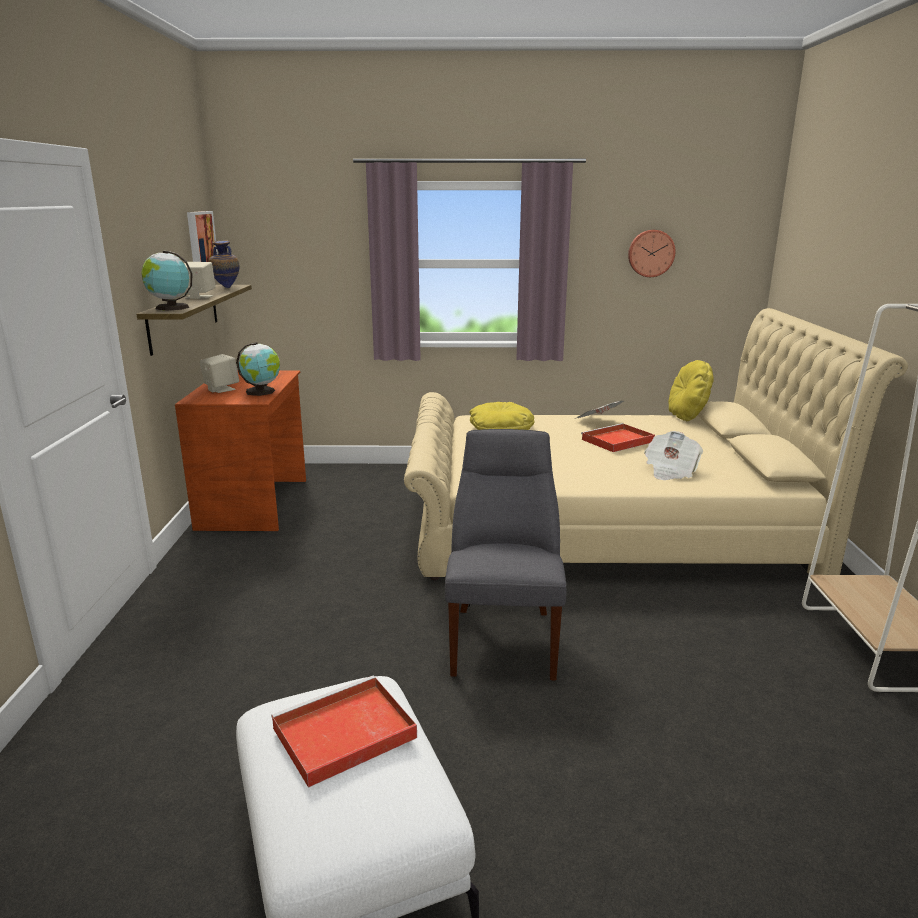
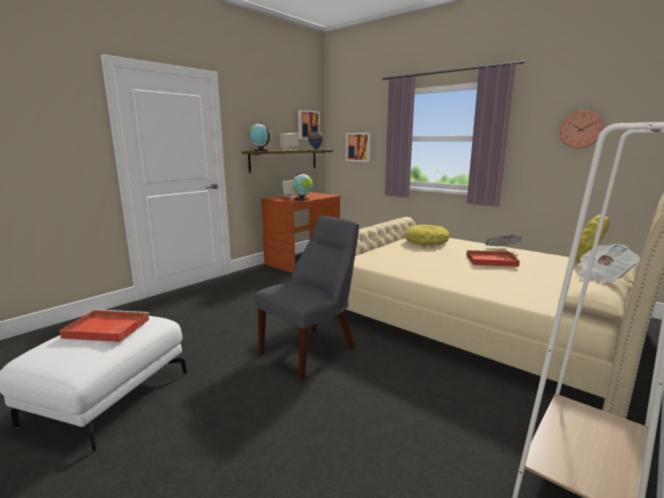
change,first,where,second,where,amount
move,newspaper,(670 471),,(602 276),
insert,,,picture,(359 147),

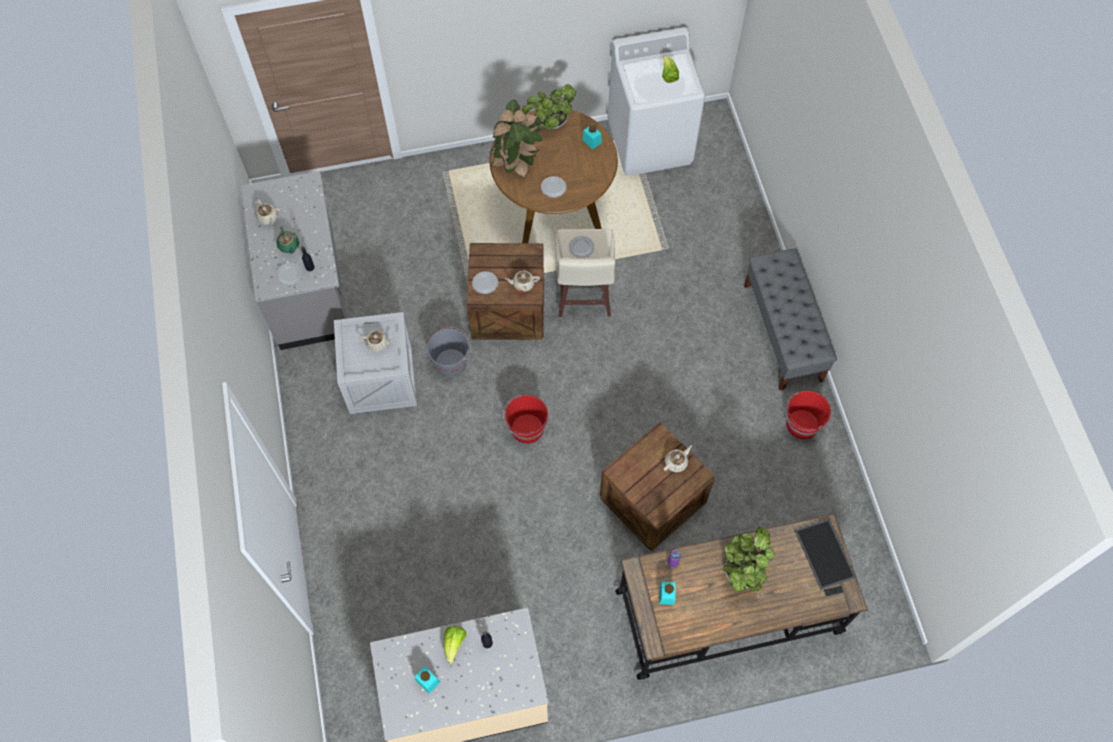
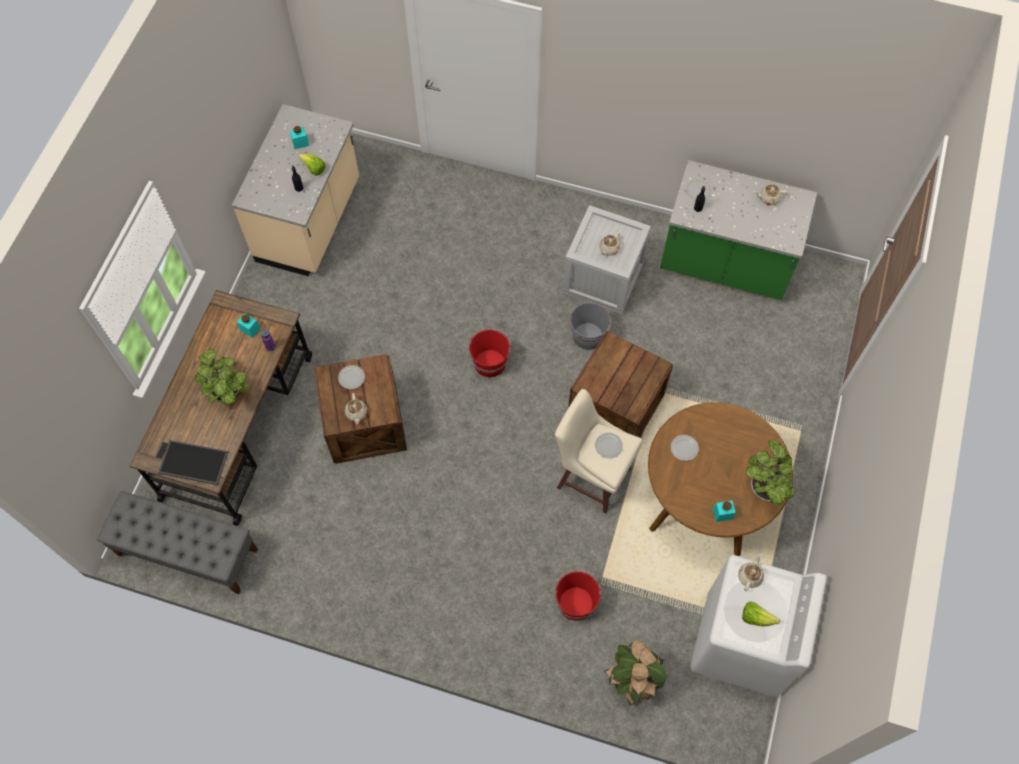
change,first,where,second,where,amount
recolor,counter (grey),(309 288),counter (green),(725 264),
delete,teapot (green),(289 246),,,
move,plate,(485 283),,(352 378),
move,potted plant,(517 163),,(632 680),
move,teapot (beige),(523 284),,(750 576),
move,bench (grey),(783 332),,(187 552),
move,bucket (red),(801 424),,(575 602),

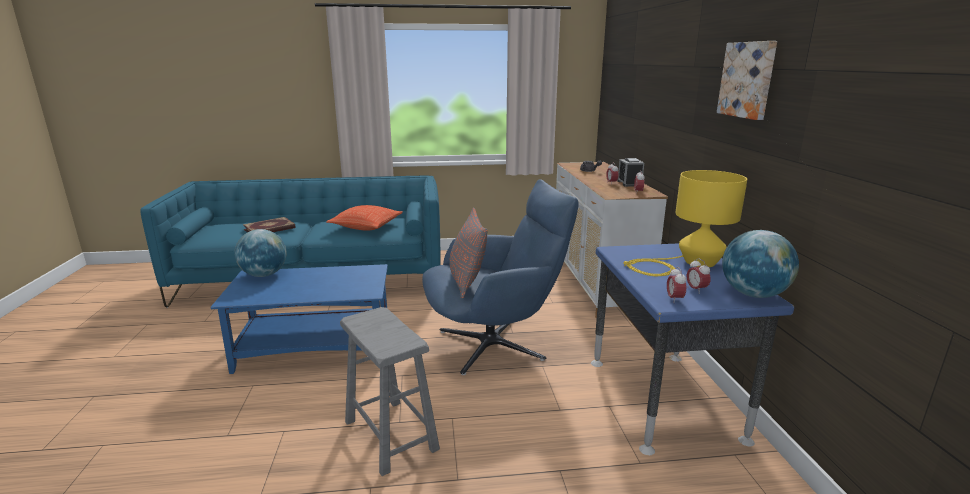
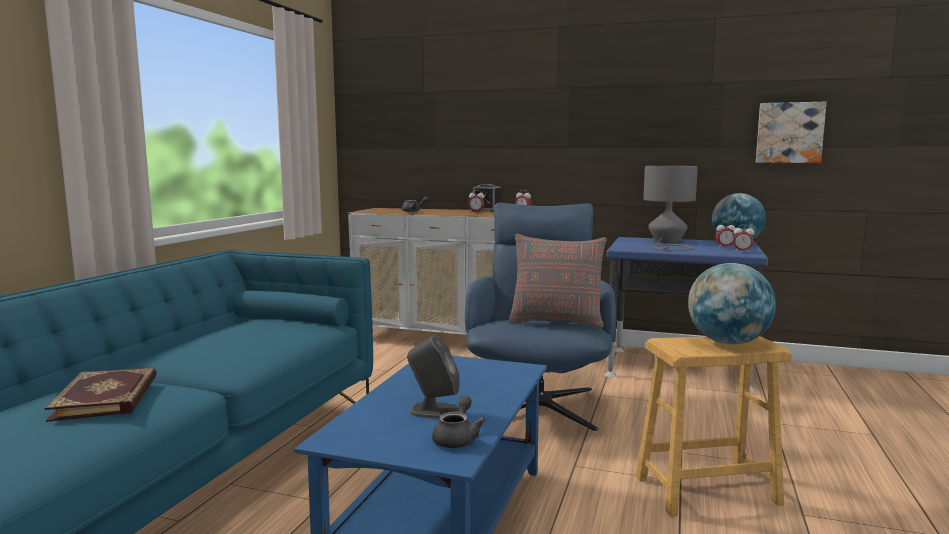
change,first,where,second,where,amount
move,globe,(264 275),,(727 342),
delete,pillow (orange),(367 226),,,
recolor,stool (grey),(391 435),stool (brown),(706 490),
recolor,table lamp (yellow),(681 264),table lamp (grey),(668 243),
move,picture,(748 80),,(789 133),
insert,,,speaker (grey),(434 411),
insert,,,teapot (grey),(457 438),

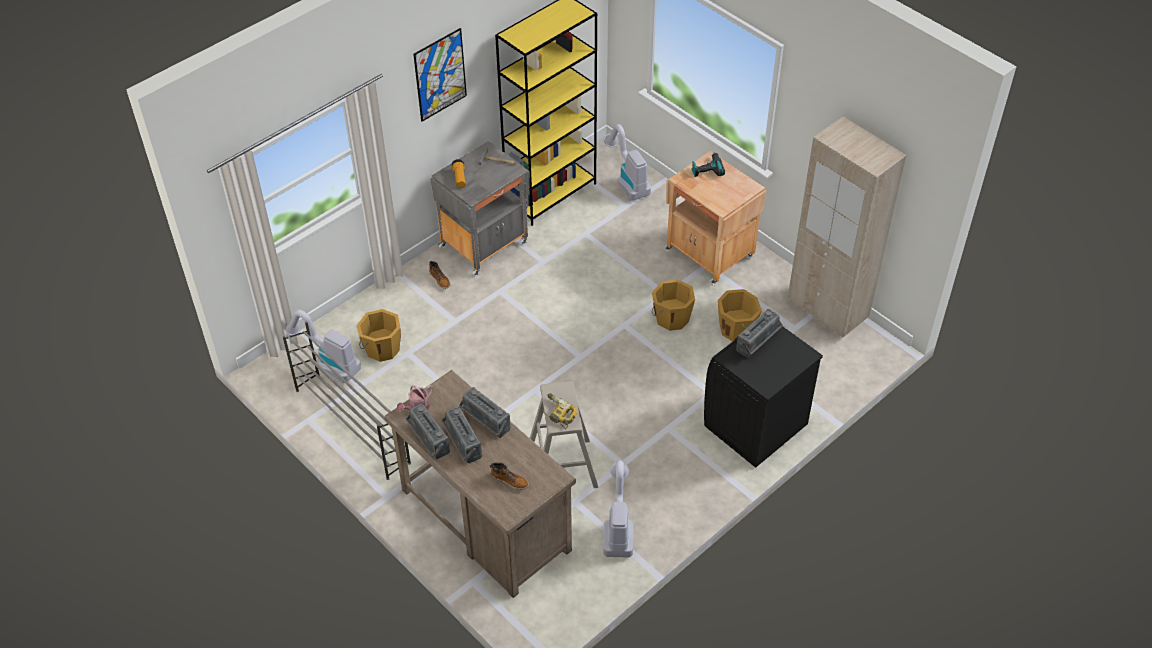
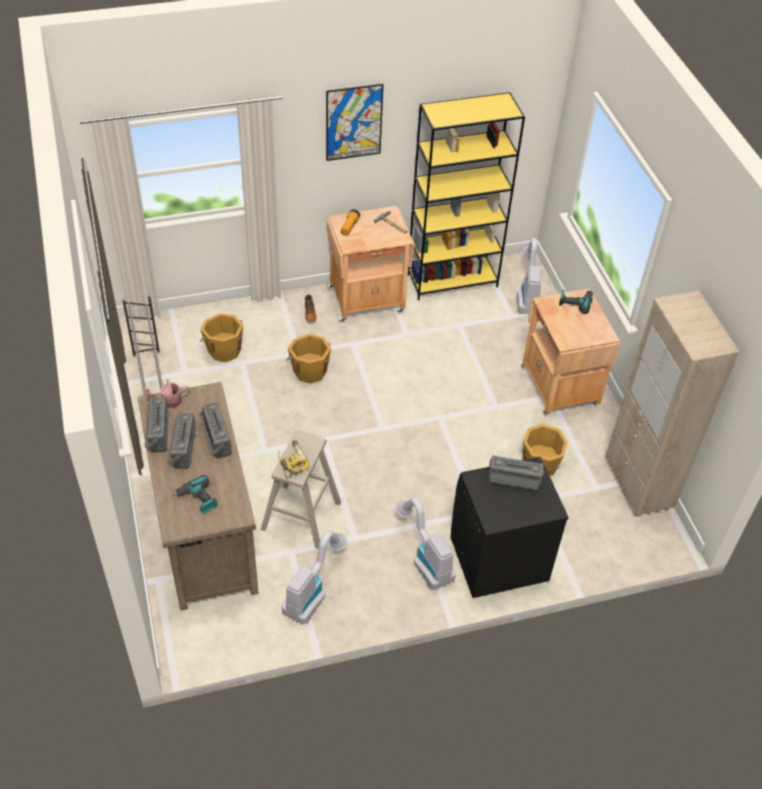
change,first,where,second,where,amount
move,vacuum cleaner,(328 363),,(425 559),
recolor,cart (grey),(485 244),cart (brown),(367 300),
replace,boot,(509 480),power drill,(197 499),
move,bucket (orange),(671 318),,(309 371),
rotate,radio,(759 342),,(514 478),150 degrees counterclockwise

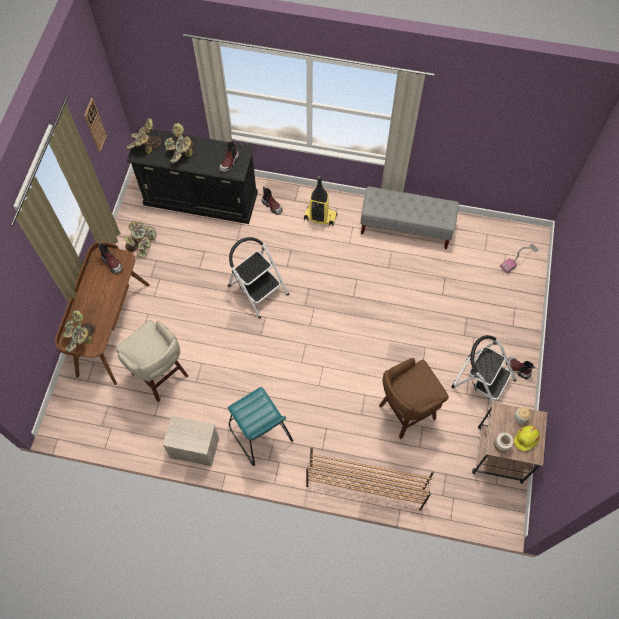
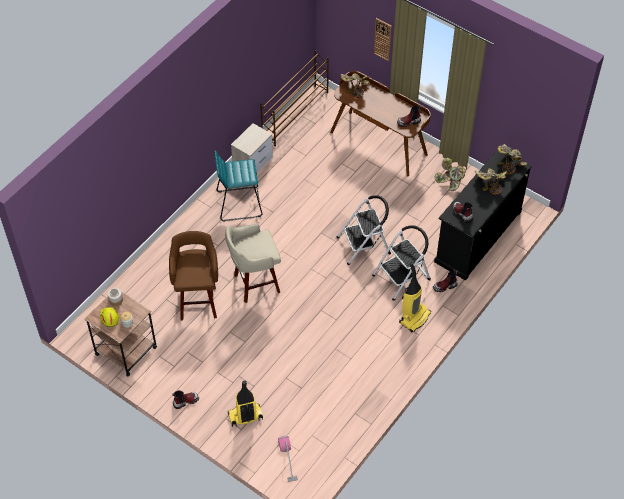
change,first,where,second,where,amount
move,wall clock,(94 125),,(383 39),
move,stool (beige),(161 377),,(254 284),
move,shoe rack (brown),(364 487),,(295 115),
delete,bench (grey),(406 228),,,
move,step ladder,(481 382),,(403 277),
insert,,,vacuum cleaner,(245 417),

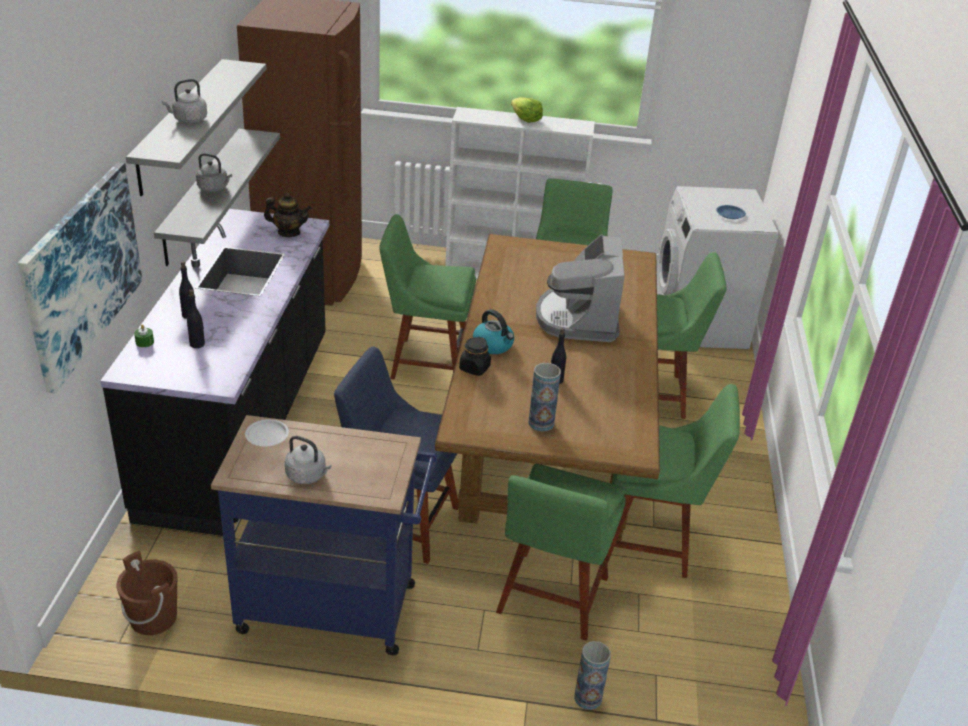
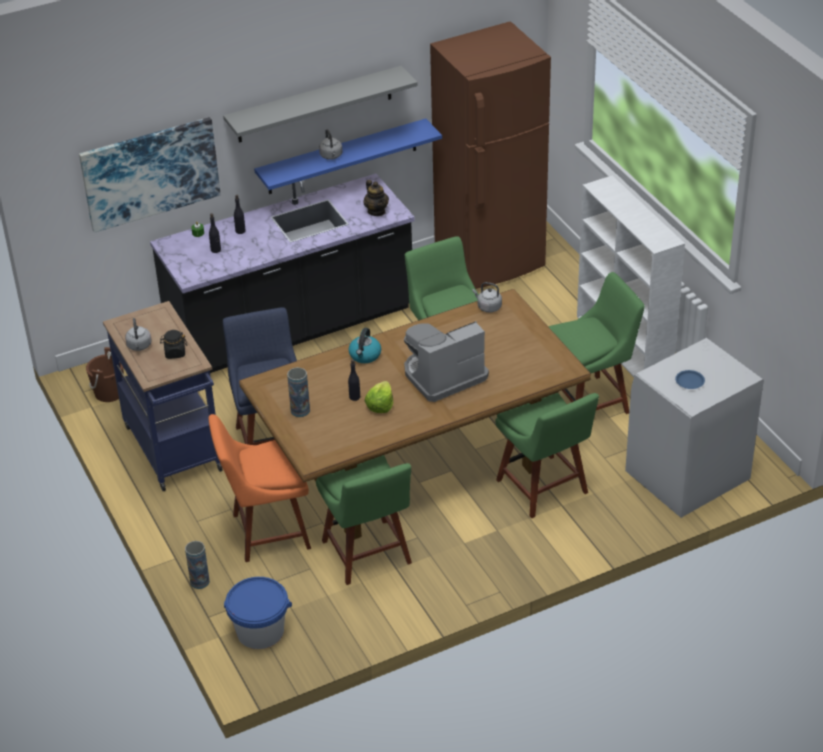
change,first,where,second,where,amount
recolor,shelf (grey),(202 195),shelf (blue),(342 157),
move,kettle (grey),(188 120),,(488 307),
delete,plate (white),(267 436),,,
move,jar (black),(474 368),,(175 353),
recolor,chair (green),(551 599),chair (orange),(266 532),
move,lettuce,(525 119),,(380 405),
insert,,,bucket (blue),(260 631),

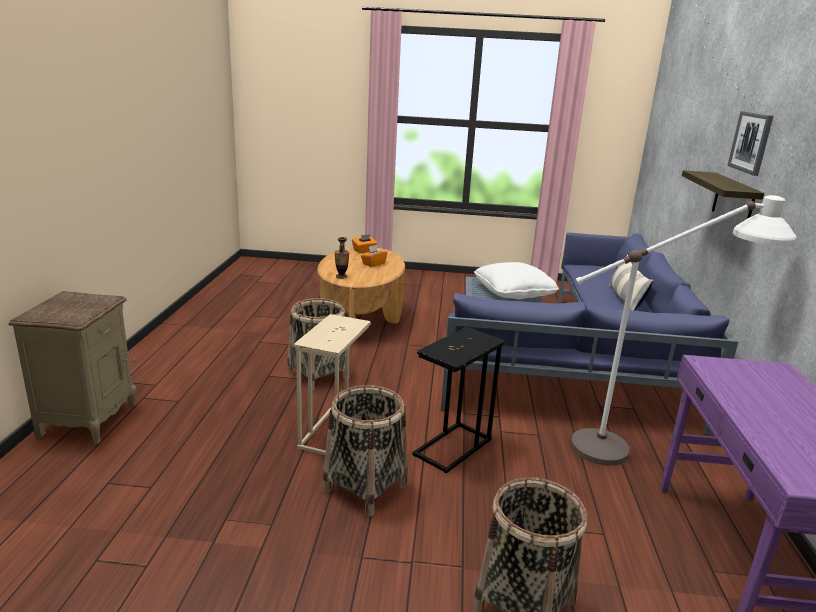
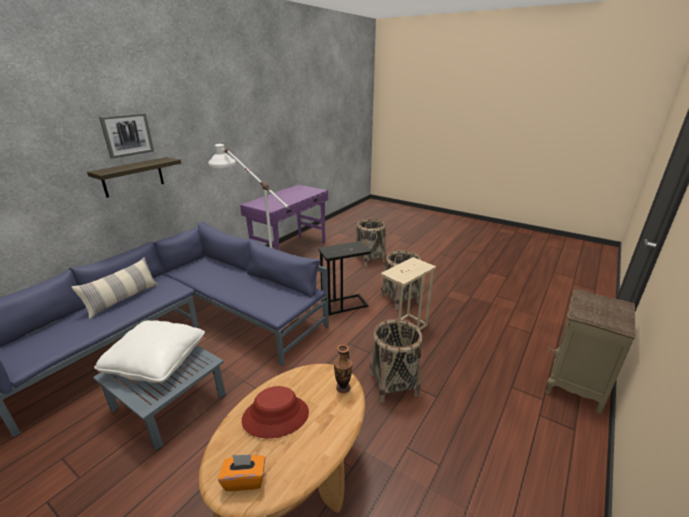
change,first,where,second,where,amount
replace,tissue box (orange),(373 264),hat (red),(275 416),

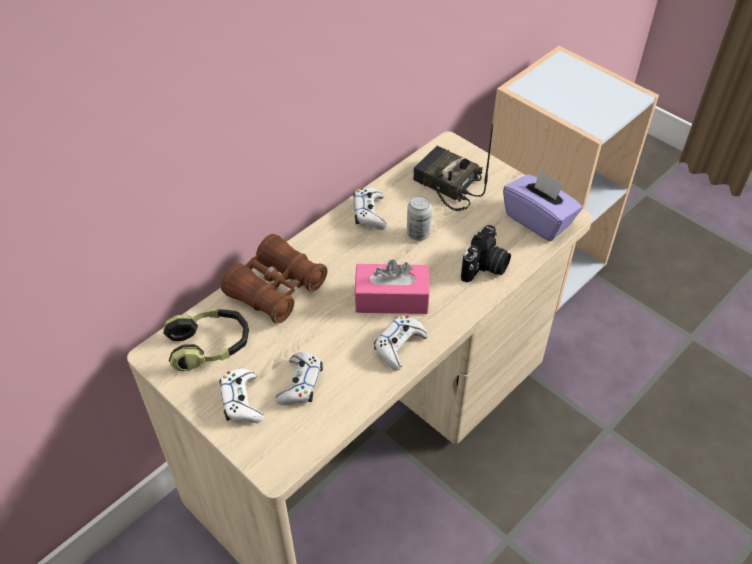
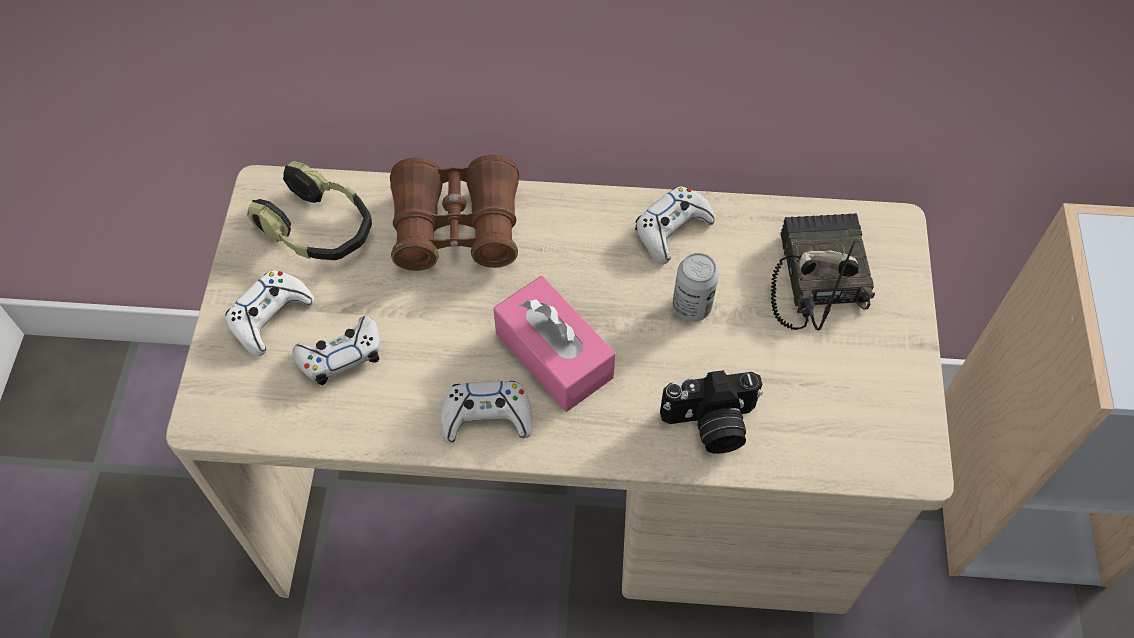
change,first,where,second,where,amount
delete,tissue box (purple),(538 220),,,

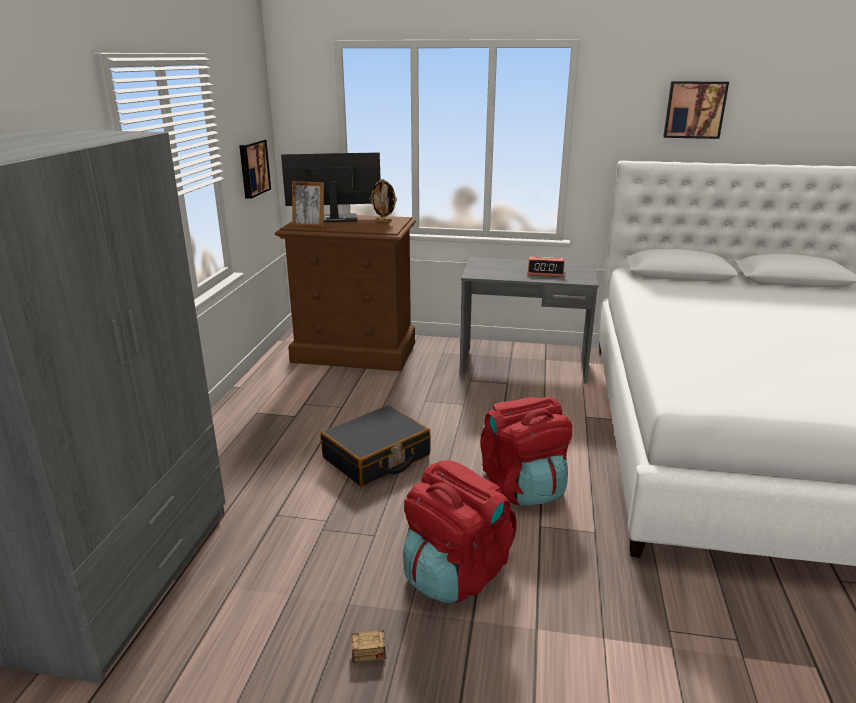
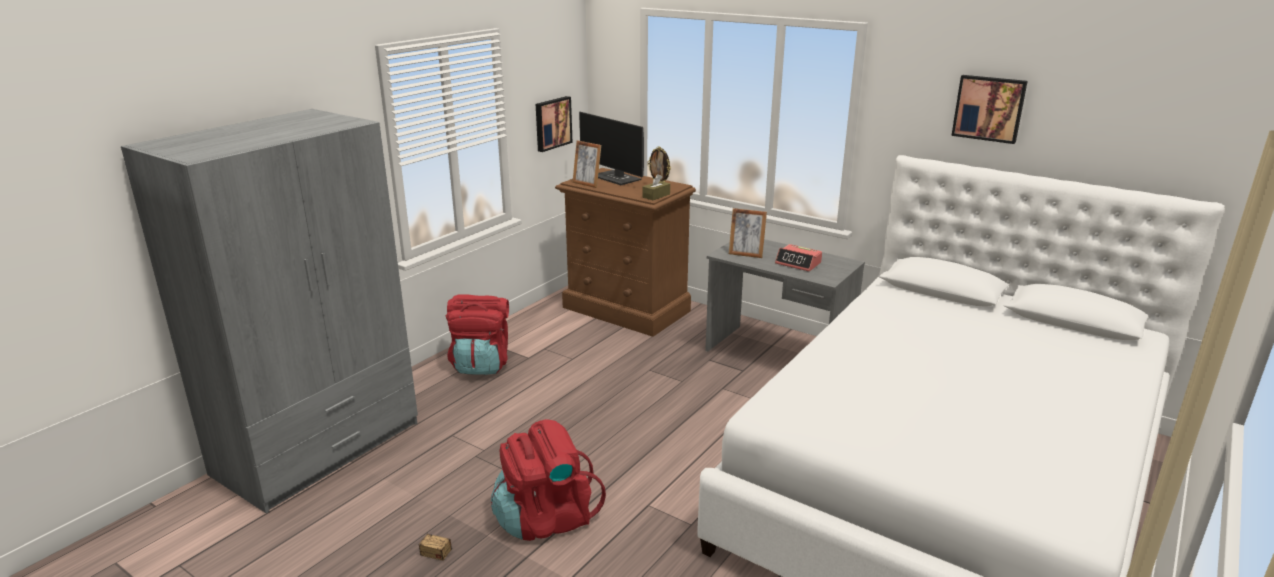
change,first,where,second,where,amount
rotate,monitor,(333 219),,(617 178),150 degrees counterclockwise
delete,suitcase (black),(377 457),,,
move,backpack (red),(523 486),,(481 364),
insert,,,tissue box (brown),(656 196),
insert,,,picture frame,(746 254),

